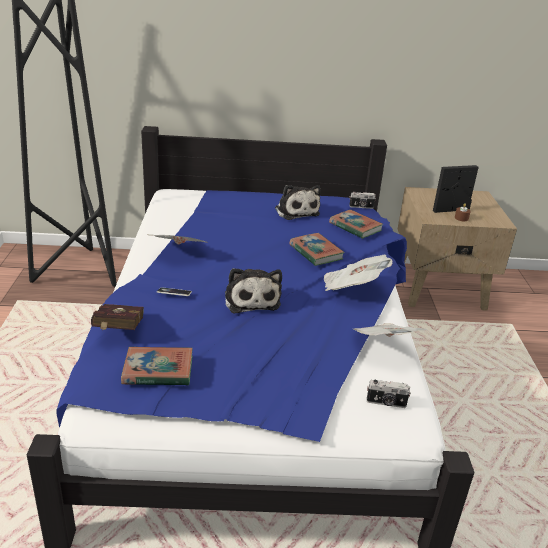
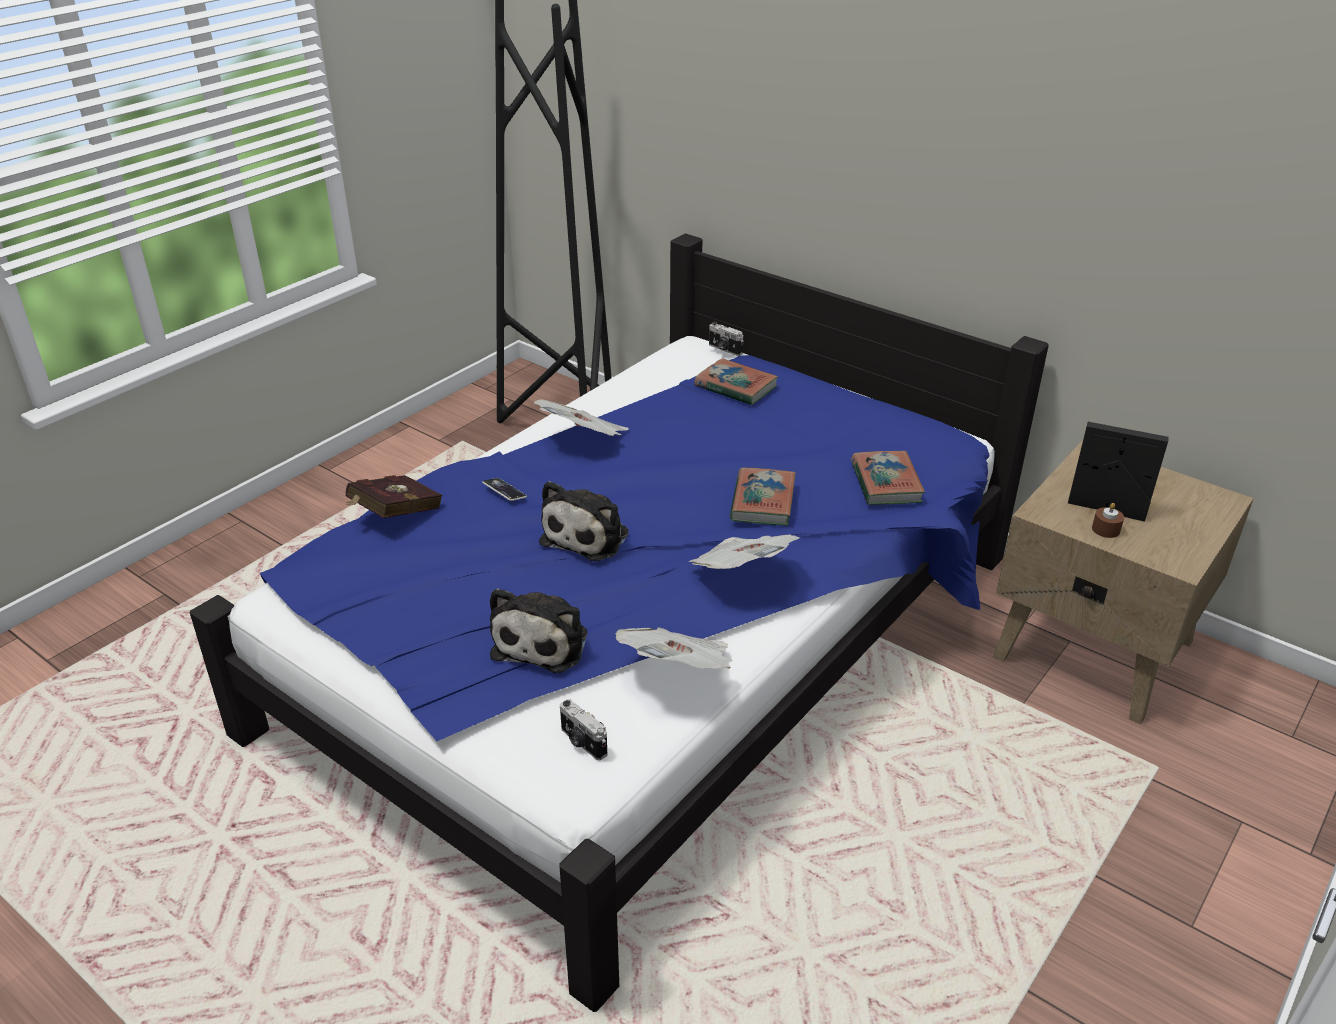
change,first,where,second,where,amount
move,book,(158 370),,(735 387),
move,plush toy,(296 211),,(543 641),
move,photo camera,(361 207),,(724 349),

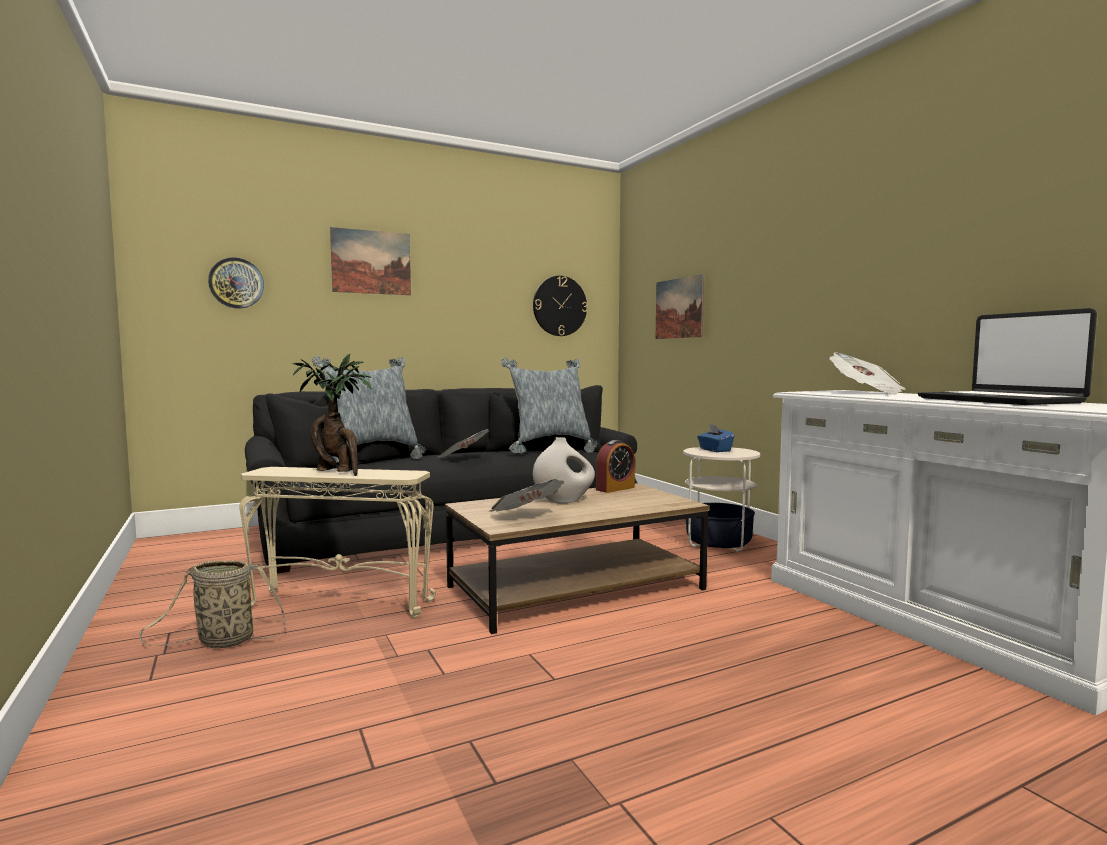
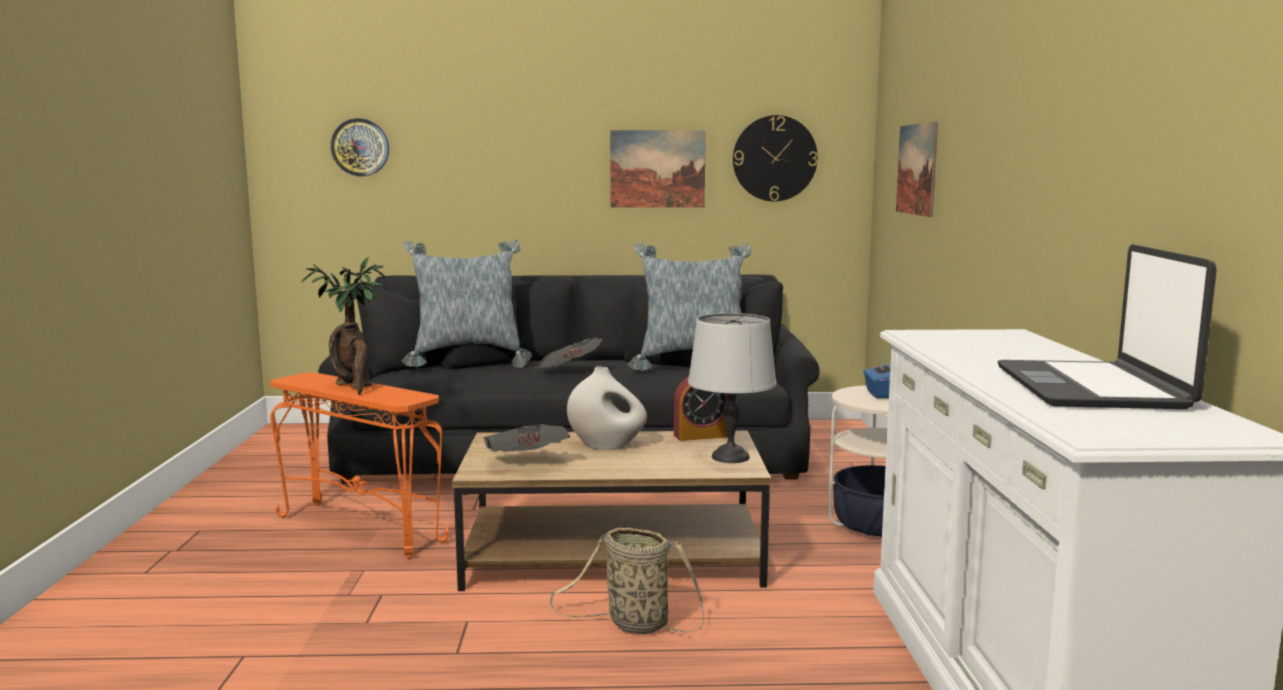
change,first,where,second,where,amount
move,basket,(221 642),,(633 624),
recolor,side table (beige),(340 604),side table (orange),(360 529),
move,picture,(371 262),,(657 169),
delete,newspaper,(866 393),,,
insert,,,table lamp (grey),(730 457),

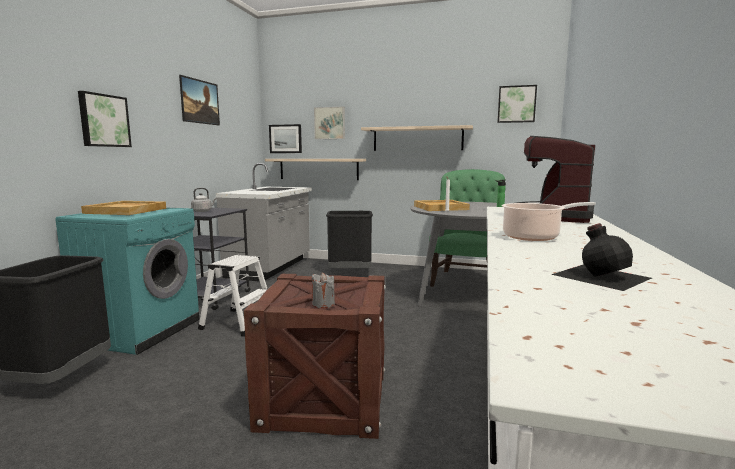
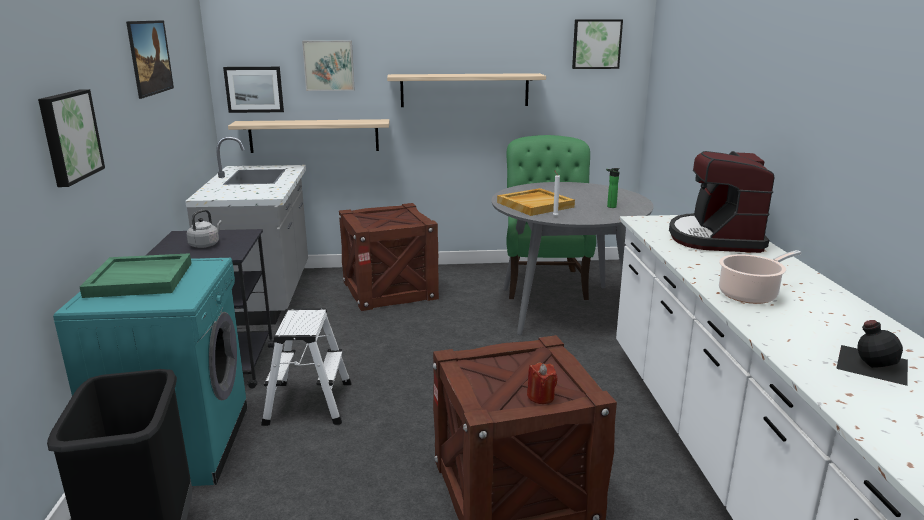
change,first,where,second,where,amount
recolor,tray (beige),(127 211),tray (green),(141 279),
recolor,candle (grey),(323 304),candle (red),(541 397),
replace,trash can (black),(350 273),crate,(389 290),

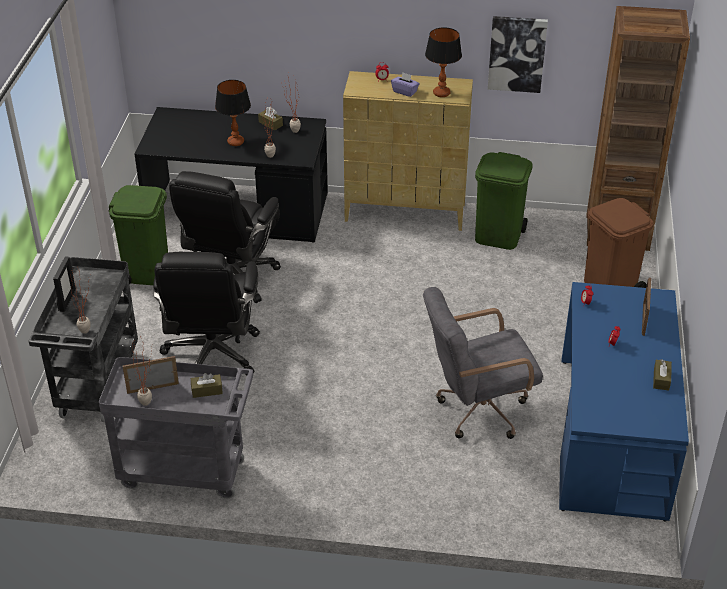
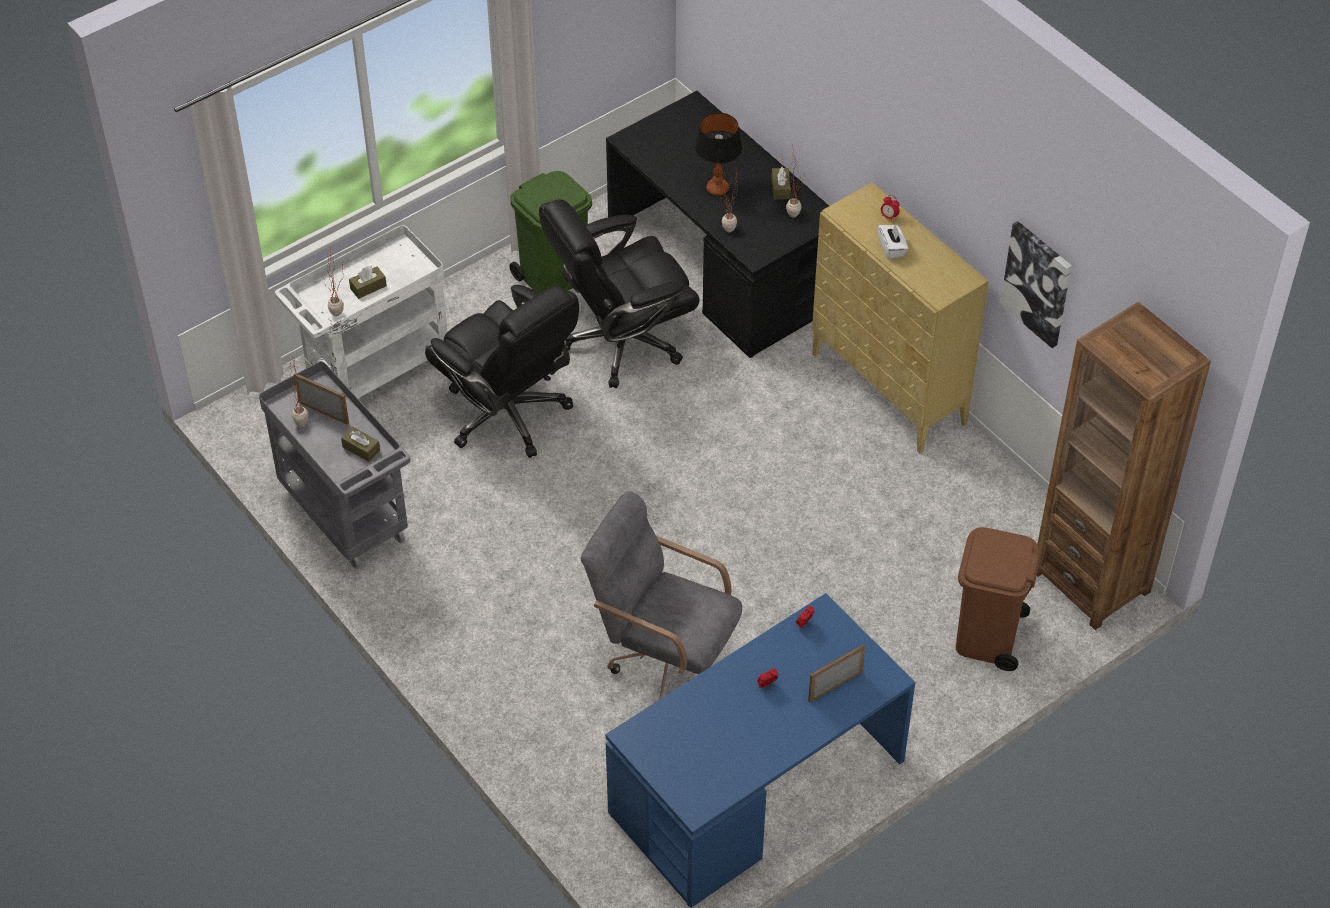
change,first,where,second,where,amount
recolor,cart (black),(97 388),cart (white),(373 374),
delete,picture frame,(67 300),,,
rotate,office chair (black),(212 353),,(507 413),90 degrees counterclockwise
recolor,tissue box (purple),(405 91),tissue box (white),(892 248),
delete,table lamp,(441 93),,,
delete,trash can (green),(498 236),,,
move,tissue box (brown),(661 379),,(368 287),

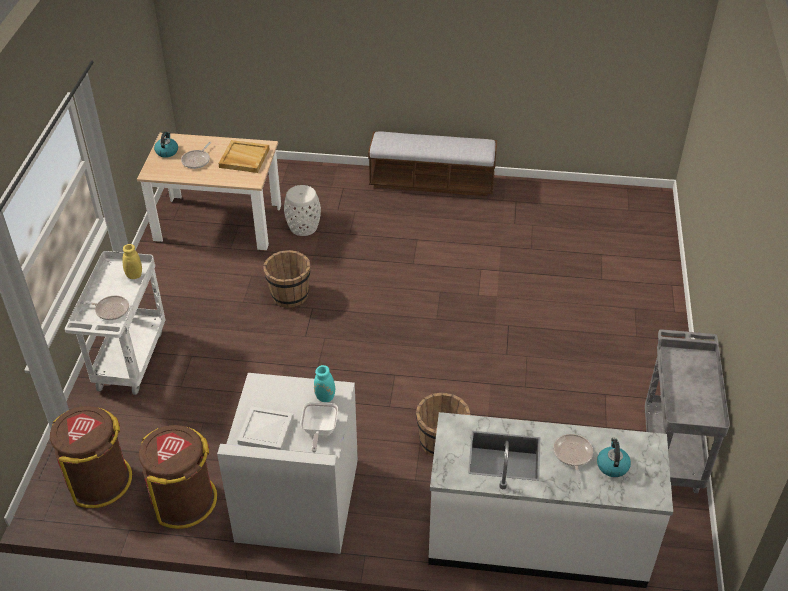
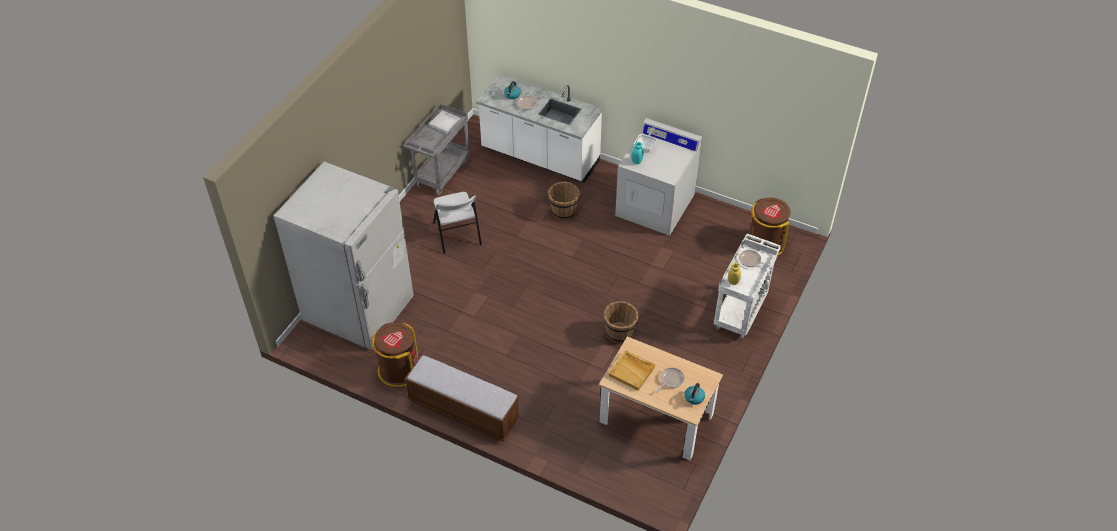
change,first,where,second,where,amount
move,trash can (brown),(184 500),,(399 369),
move,tray (white),(265 431),,(446 123),
delete,stool (white),(303 227),,,
insert,,,fridge (white),(359 308),
insert,,,chair (white),(457 234),

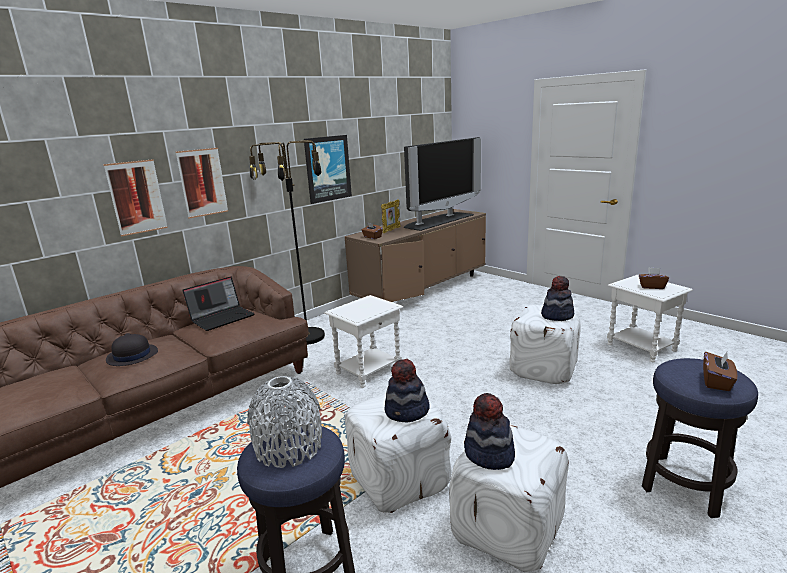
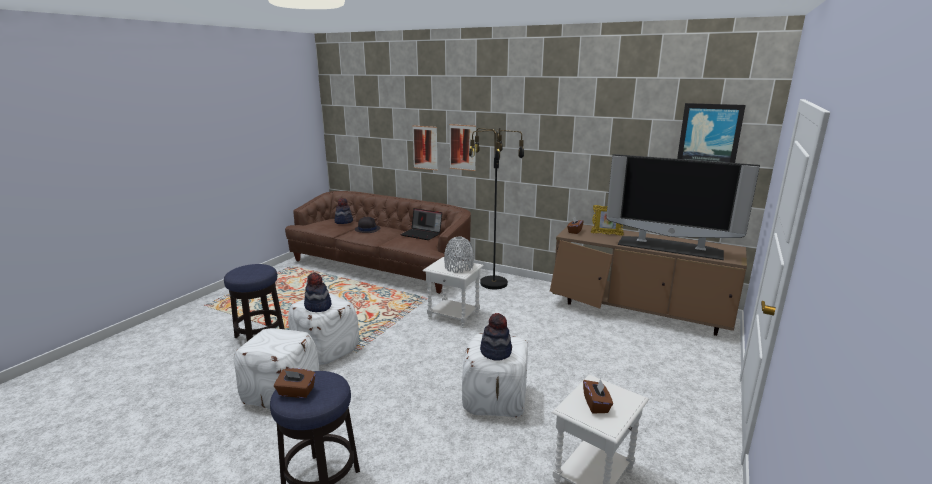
change,first,where,second,where,amount
move,vase (grey),(288 446),,(459 267),
move,picture,(327 168),,(709 137),
move,hat,(489 454),,(343 221),

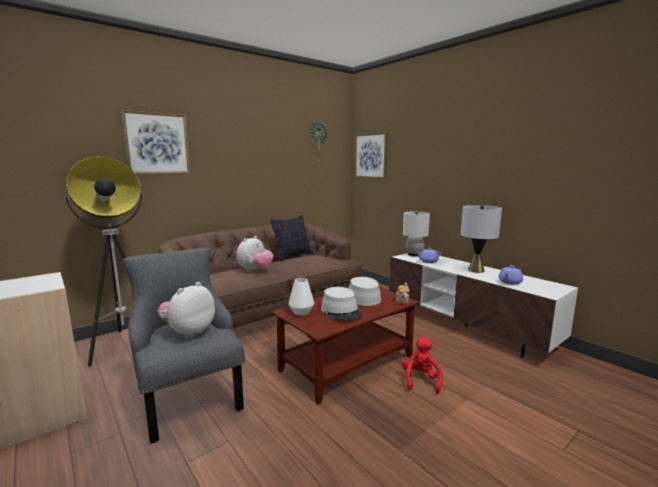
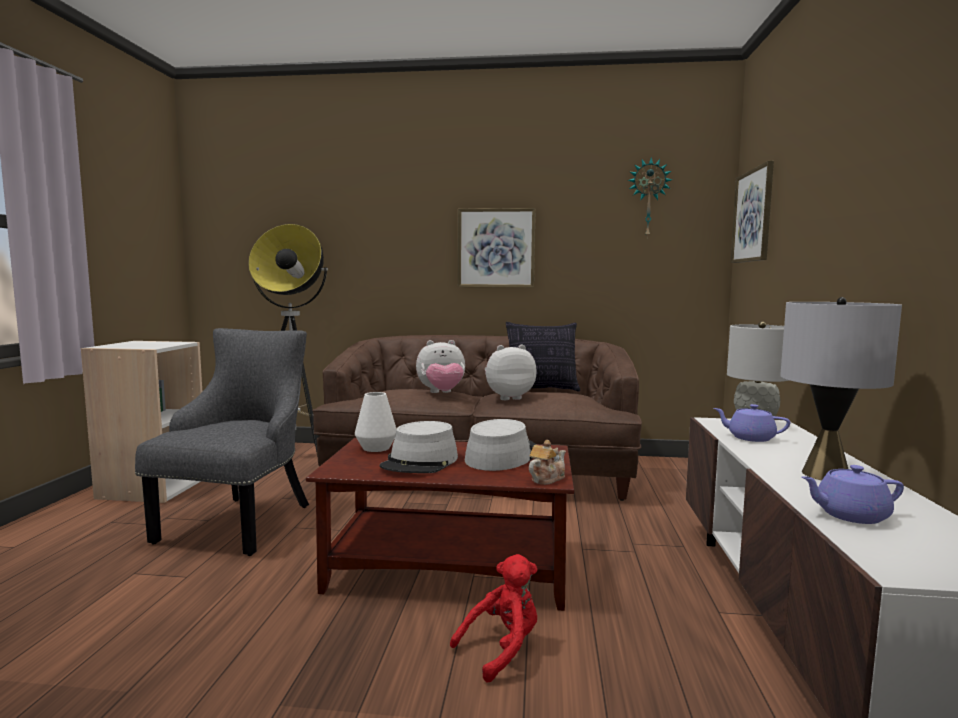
change,first,where,second,where,amount
move,picture,(157 143),,(496 248),
move,plush toy,(188 332),,(508 397),

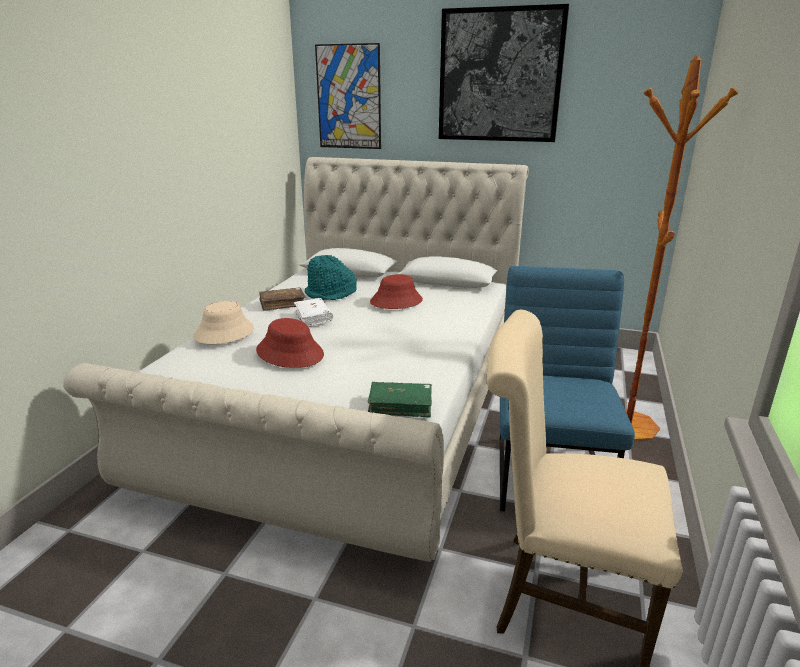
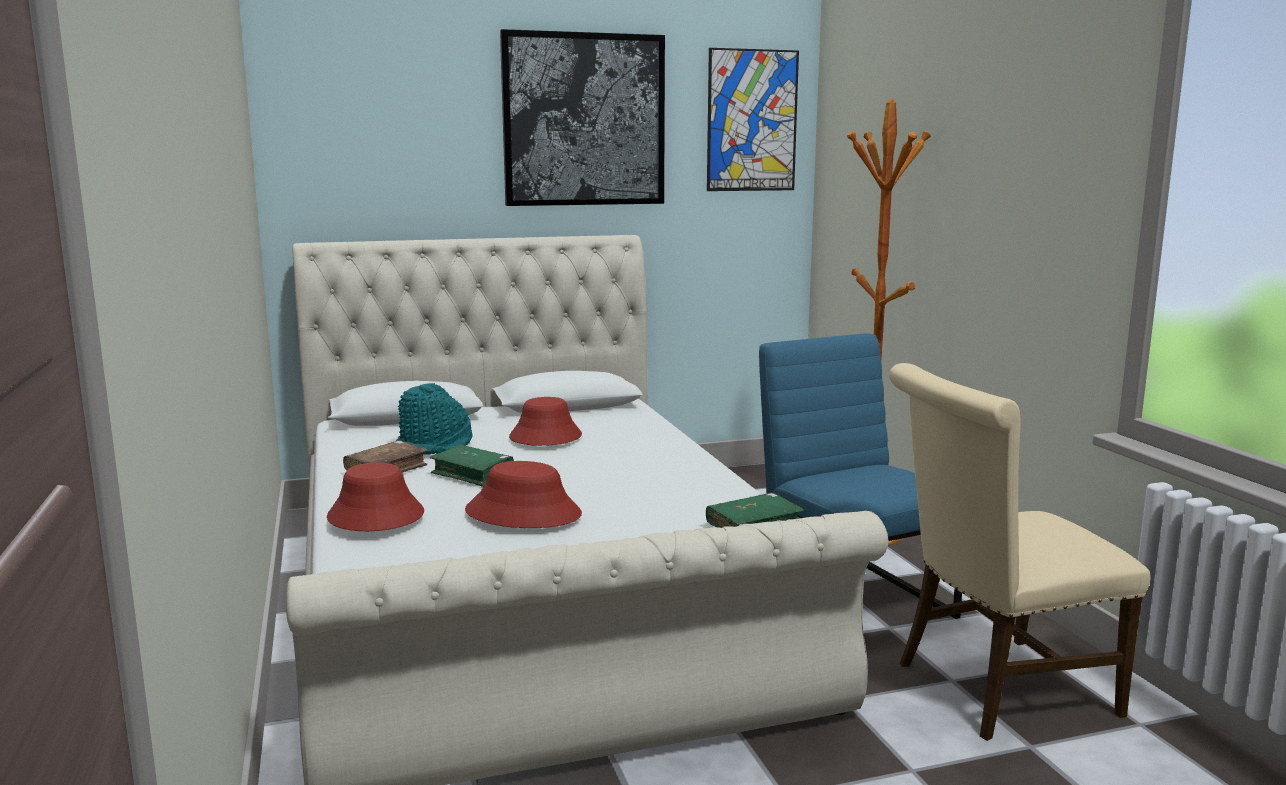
change,first,where,second,where,amount
recolor,hat (beige),(224 333),hat (red),(375 516),
recolor,book (white),(313 318),book (green),(472 474),
move,picture,(349 97),,(752 121),

